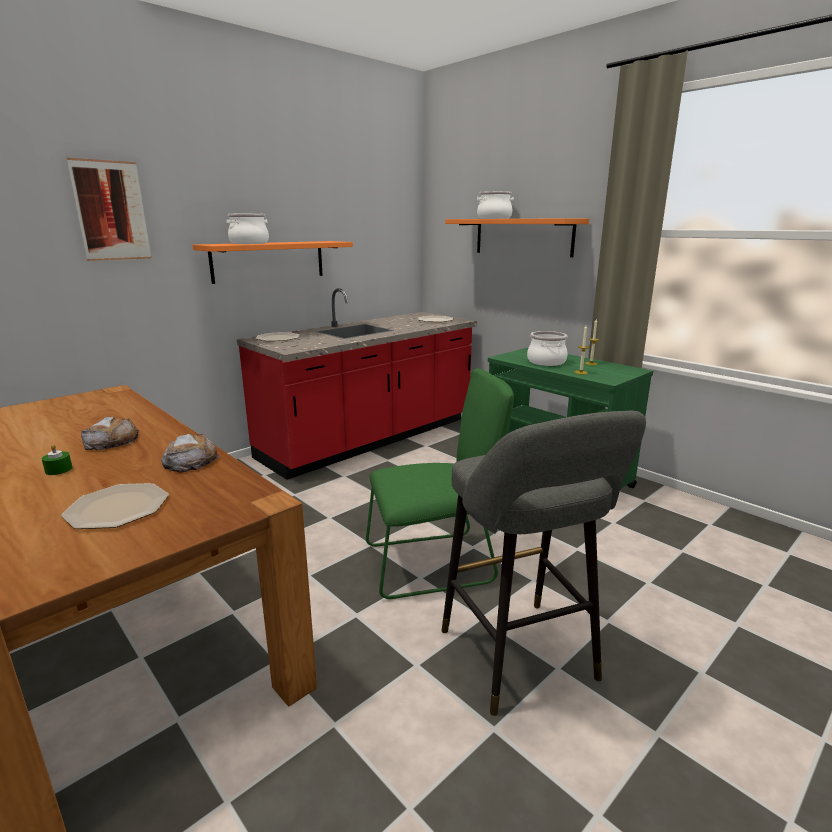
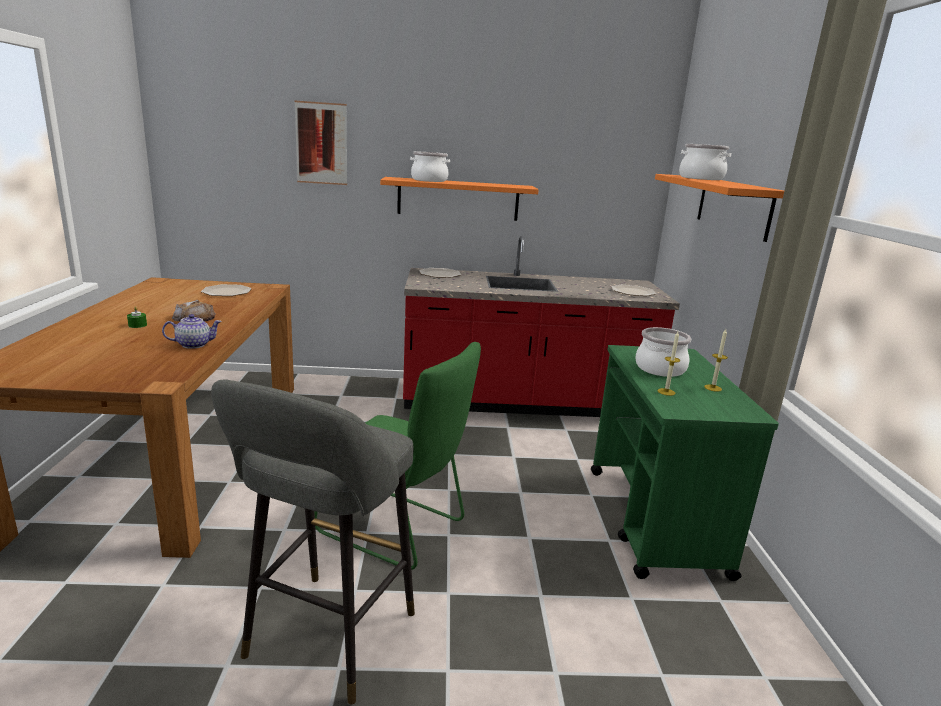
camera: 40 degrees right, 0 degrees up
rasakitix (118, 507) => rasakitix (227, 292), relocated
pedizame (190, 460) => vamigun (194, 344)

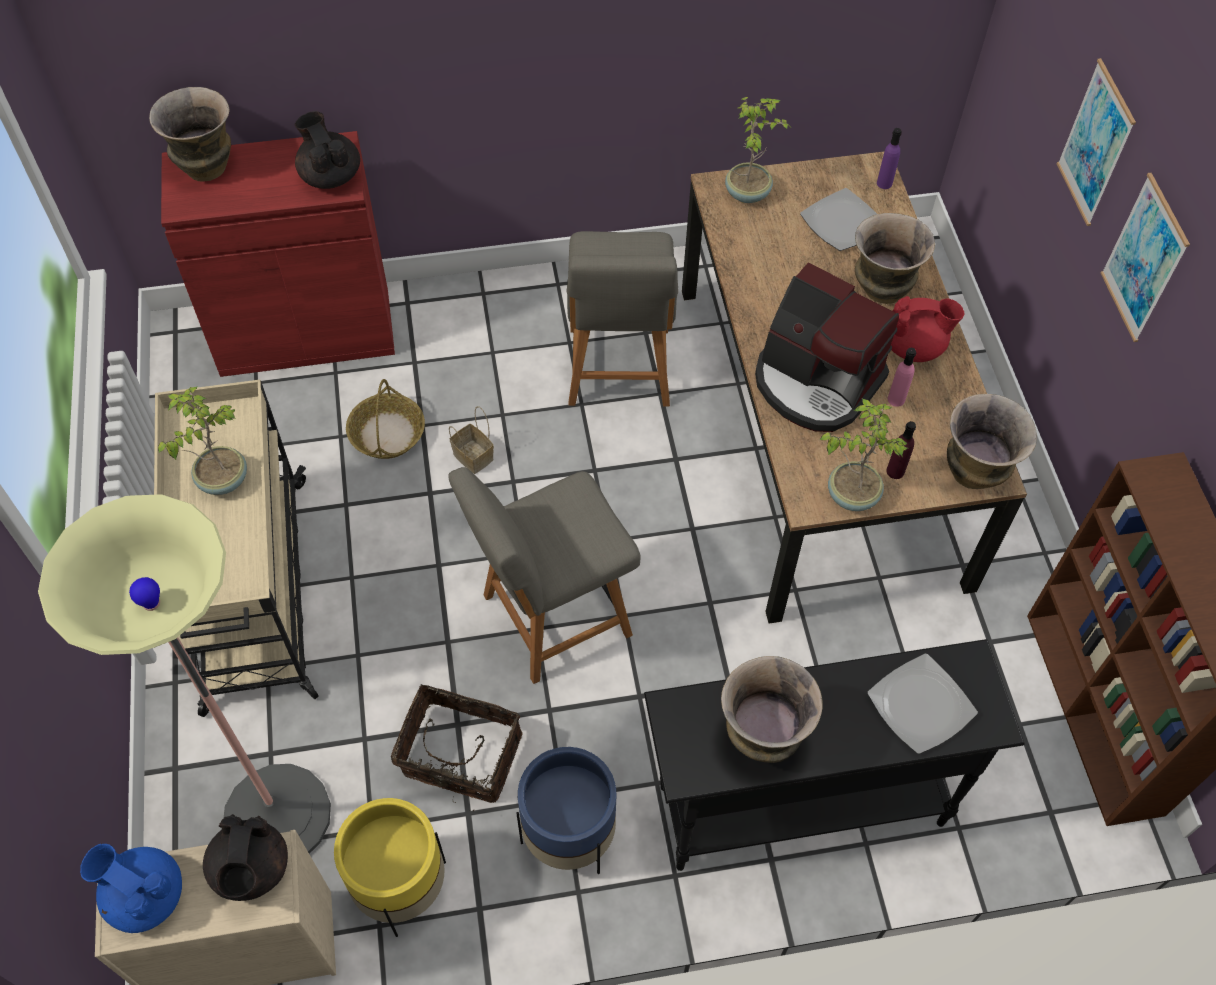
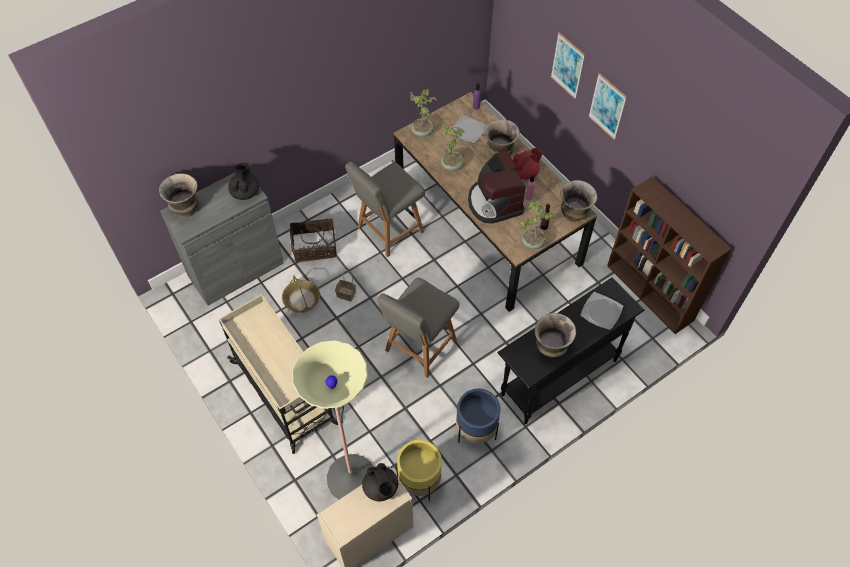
camera: 25 degrees left, 0 degrees up
vamigun (blue) (145, 896) => nothing
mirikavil (222, 479) => mirikavil (451, 166), relocated
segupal (461, 758) => segupal (315, 248), relocated
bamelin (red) (305, 332) => bamelin (grey) (236, 269)
vamigun (black) (330, 175) => vamigun (black) (245, 192), 60 degrees clockwise
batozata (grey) (619, 371) => batozata (grey) (388, 231), 75 degrees clockwise
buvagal (816, 382) => buvagal (494, 202), 60 degrees clockwise

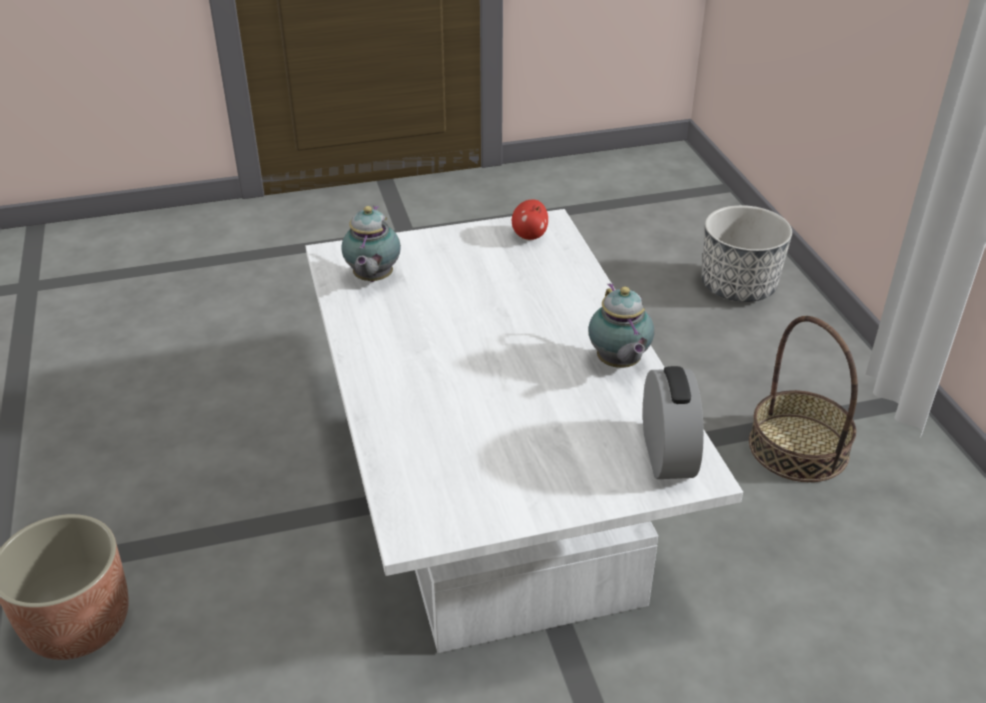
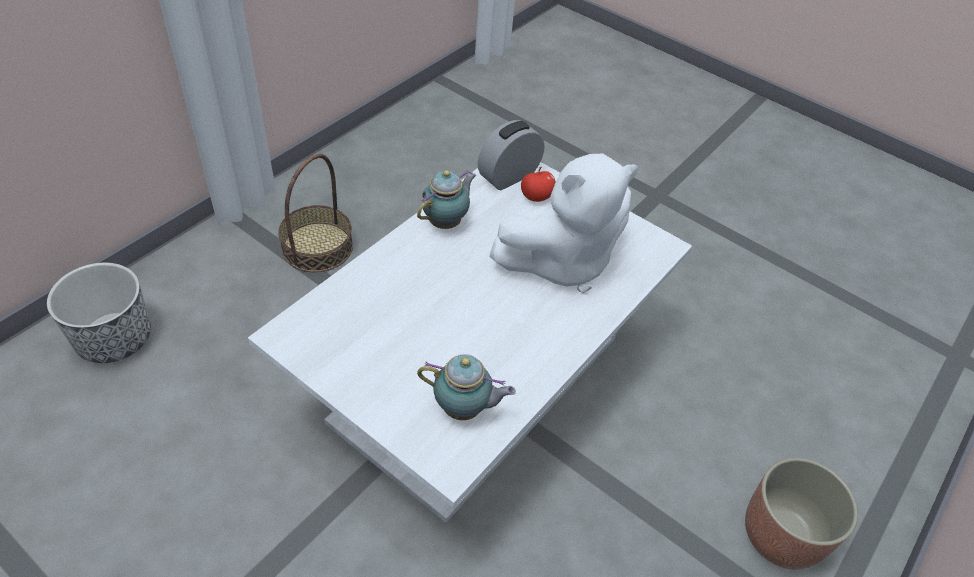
camera: 130 degrees left, 10 degrees up
nothing => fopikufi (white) (561, 261)
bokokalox (529, 236) => bokokalox (536, 197), relocated
vamigun (372, 279) => vamigun (464, 409), 45 degrees clockwise

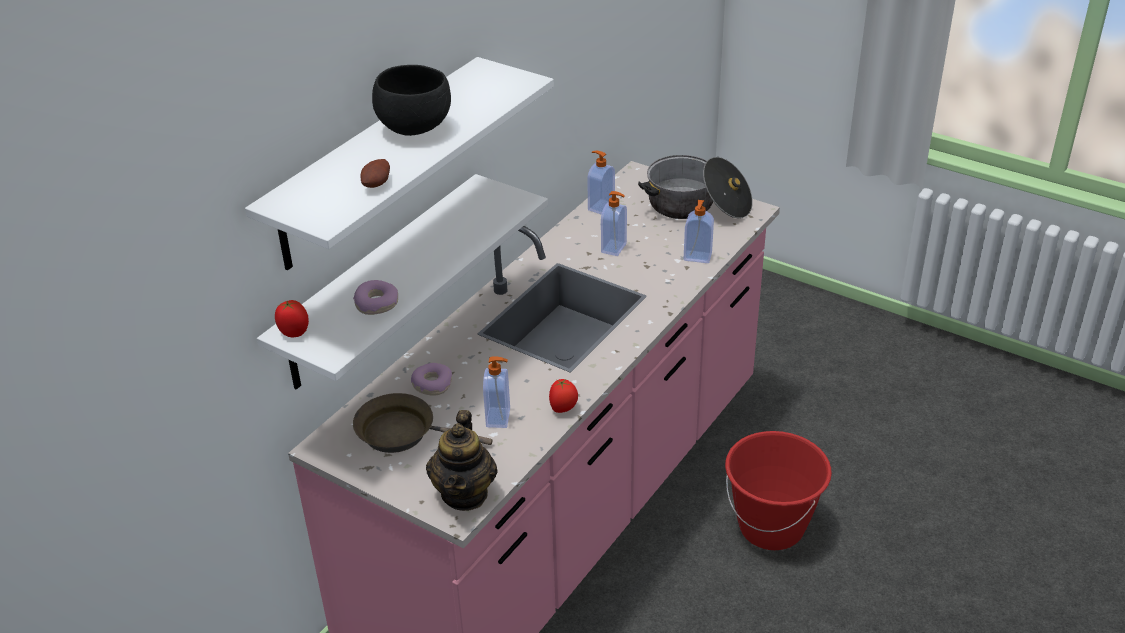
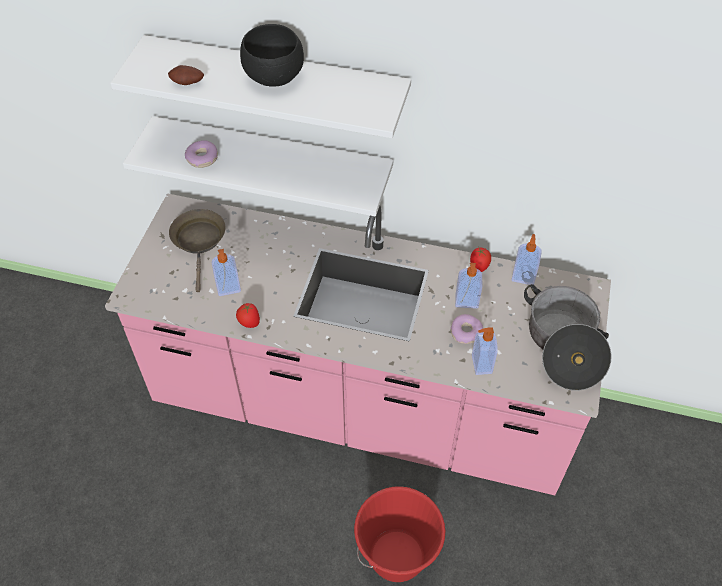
camera: 70 degrees right, 15 degrees up
vamigun (465, 494) => nothing
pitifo (294, 333) => pitifo (479, 267), relocated
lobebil (432, 384) => lobebil (466, 332), relocated

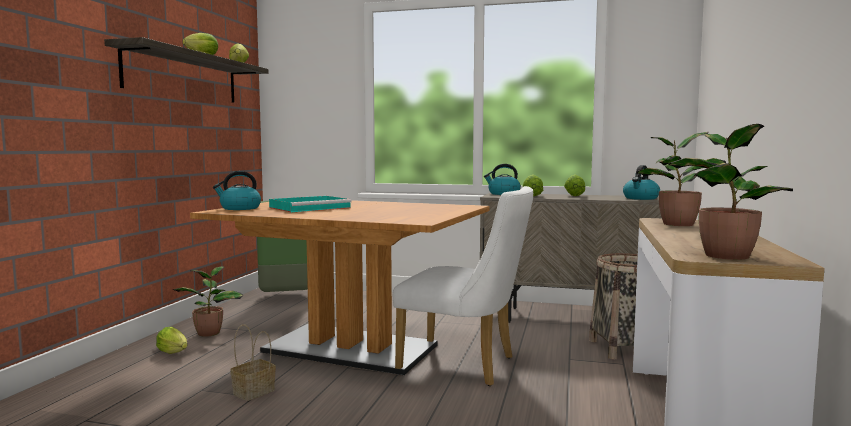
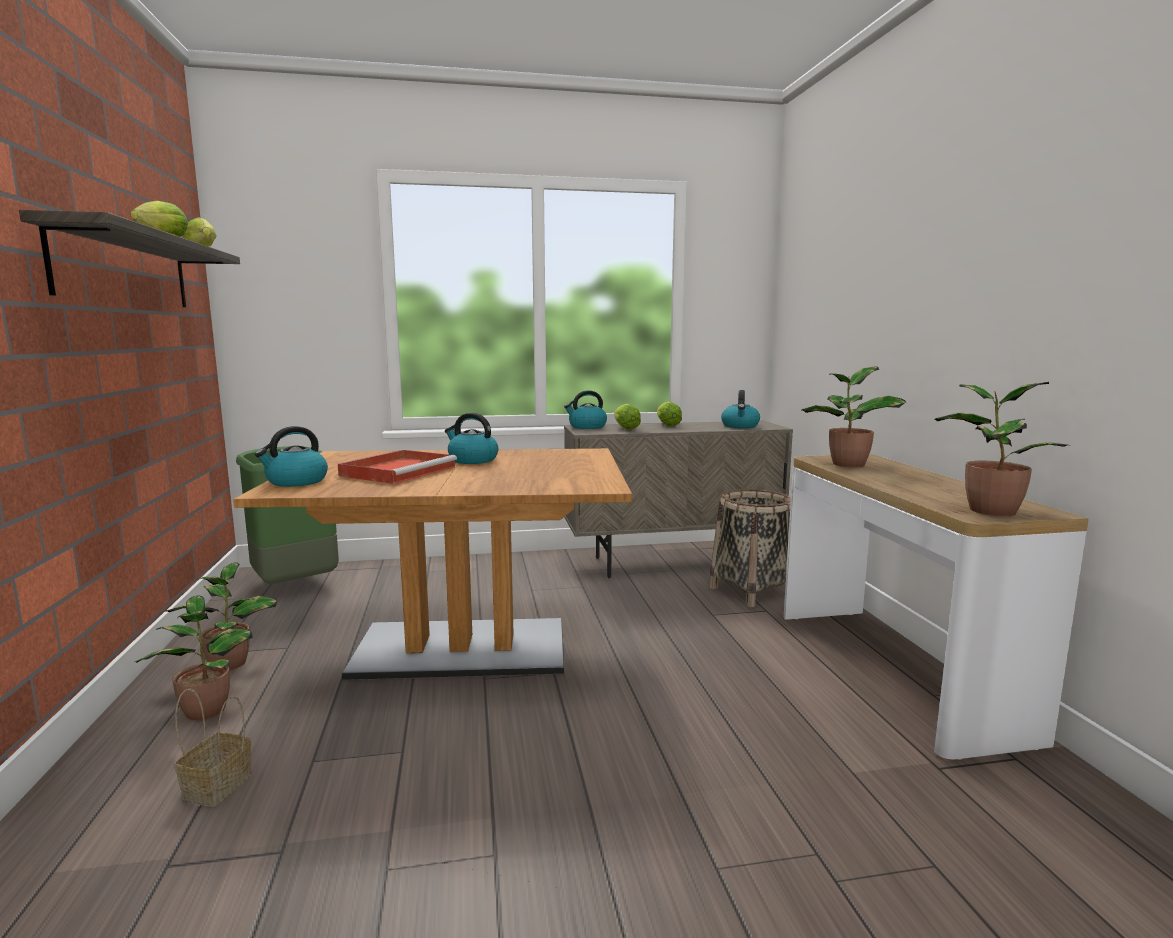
camera: 25 degrees left, 5 degrees up
batozata (white) (465, 366) => nothing
nothing => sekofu (472, 460)
segupal (253, 392) => segupal (217, 788), relocated
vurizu (174, 353) => mirikavil (205, 709)
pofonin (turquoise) (311, 207) => pofonin (red) (400, 471)

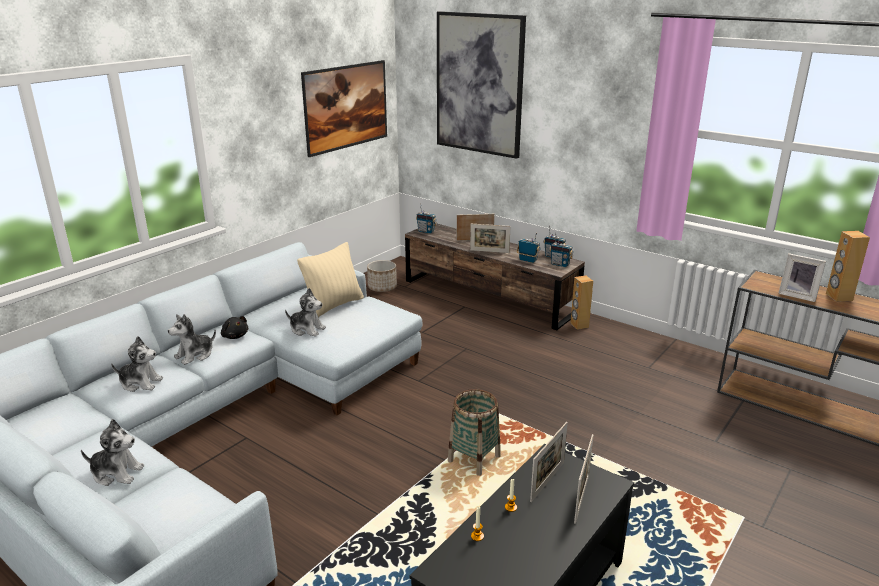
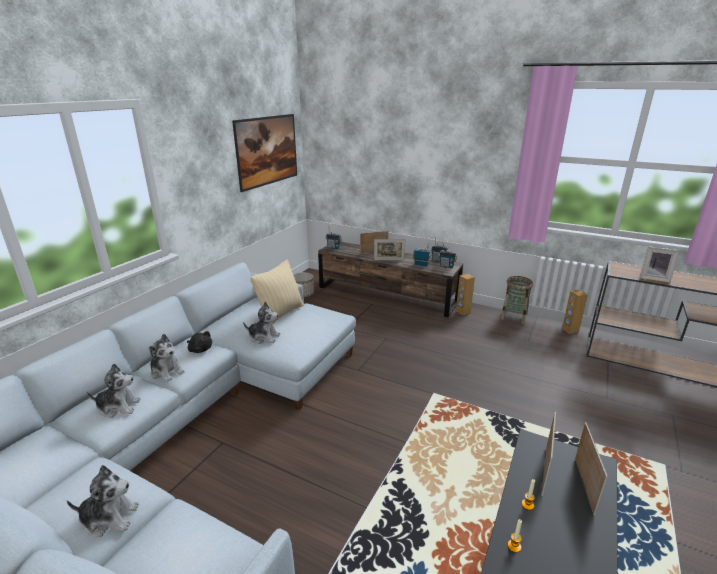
camera: 10 degrees left, 0 degrees up
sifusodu (479, 84) => nothing
segupal (474, 459) => segupal (514, 316), relocated
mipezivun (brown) (838, 297) => mipezivun (brown) (570, 330), relocated
fopikufi (195, 355) => fopikufi (167, 372), 90 degrees counterclockwise

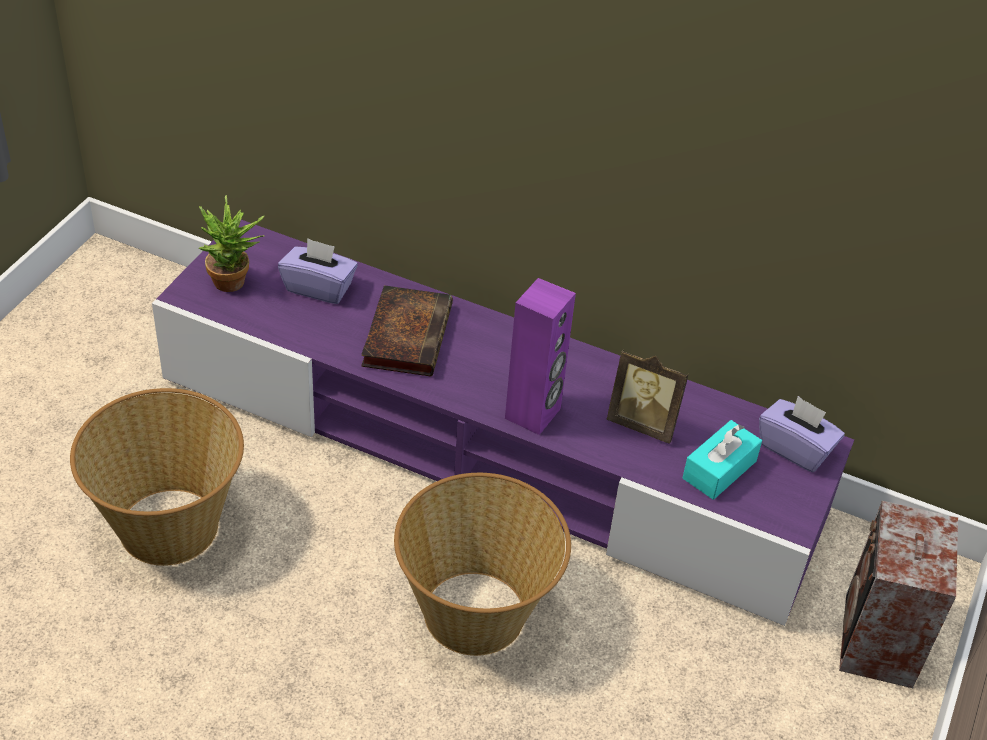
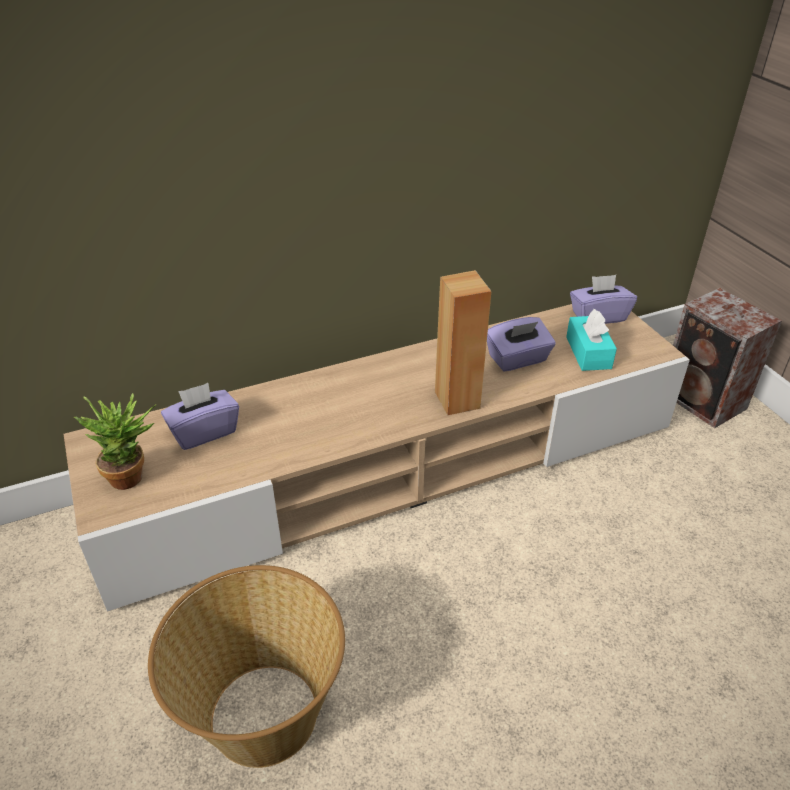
camera: 45 degrees left, 5 degrees down
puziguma (406, 334) => nothing
segupal (476, 613) => nothing
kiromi (643, 423) => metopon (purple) (518, 359)
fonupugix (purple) (488, 448) => fonupugix (beige) (396, 467)
mipezivun (purple) (533, 414) => mipezivun (brown) (457, 400)

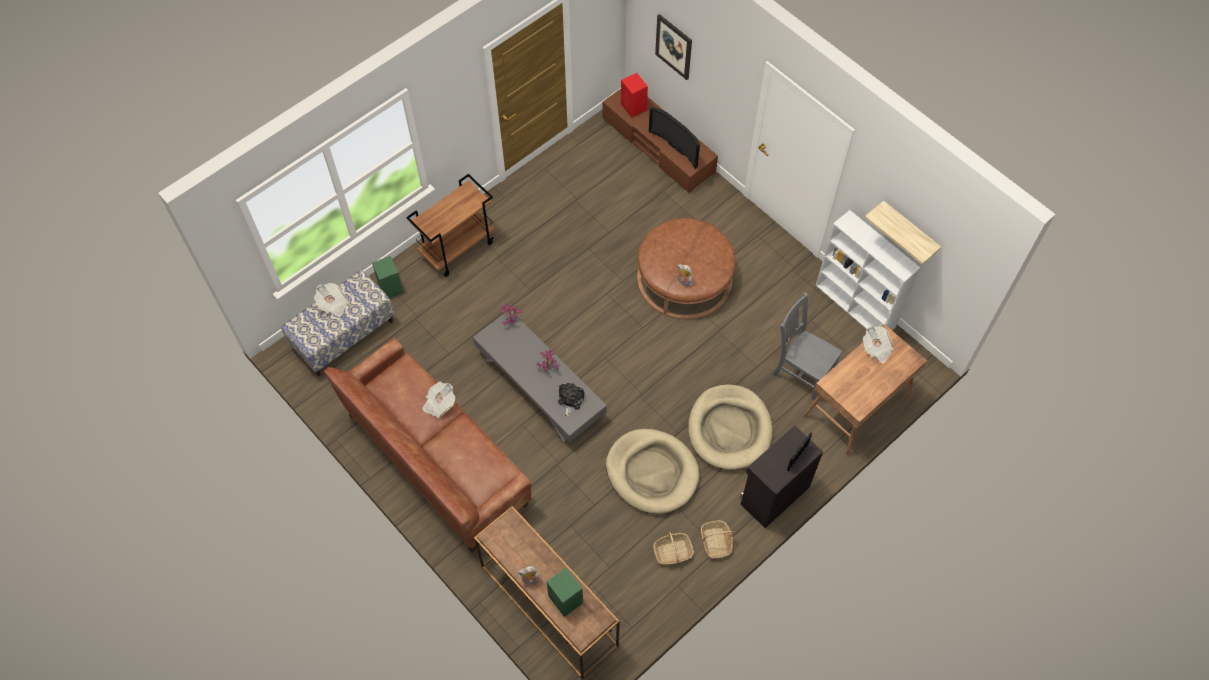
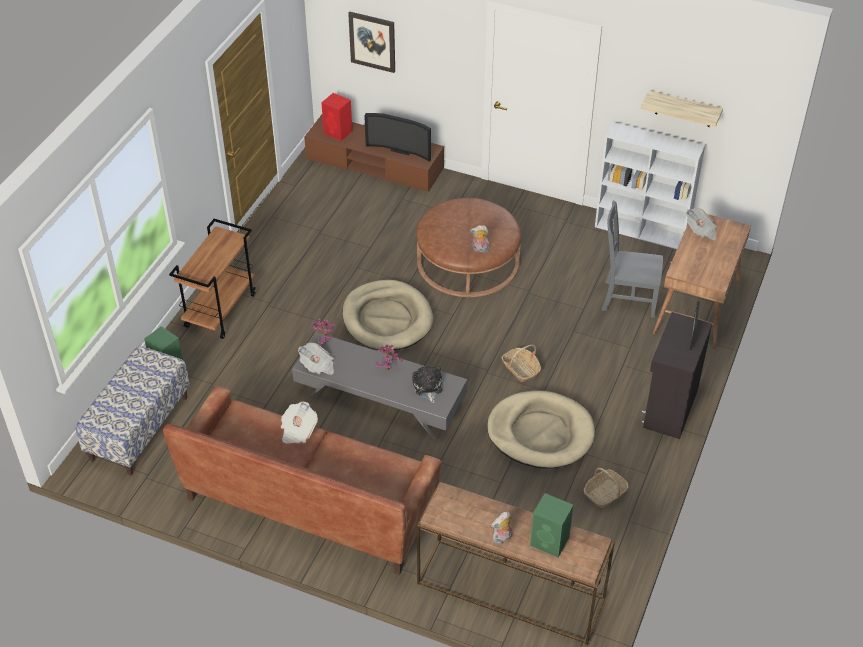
camera: 25 degrees left, 15 degrees down
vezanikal (333, 304) => vezanikal (317, 366), relocated
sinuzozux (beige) (729, 429) => sinuzozux (beige) (387, 319), relocated
segupal (716, 542) => segupal (521, 369), relocated

